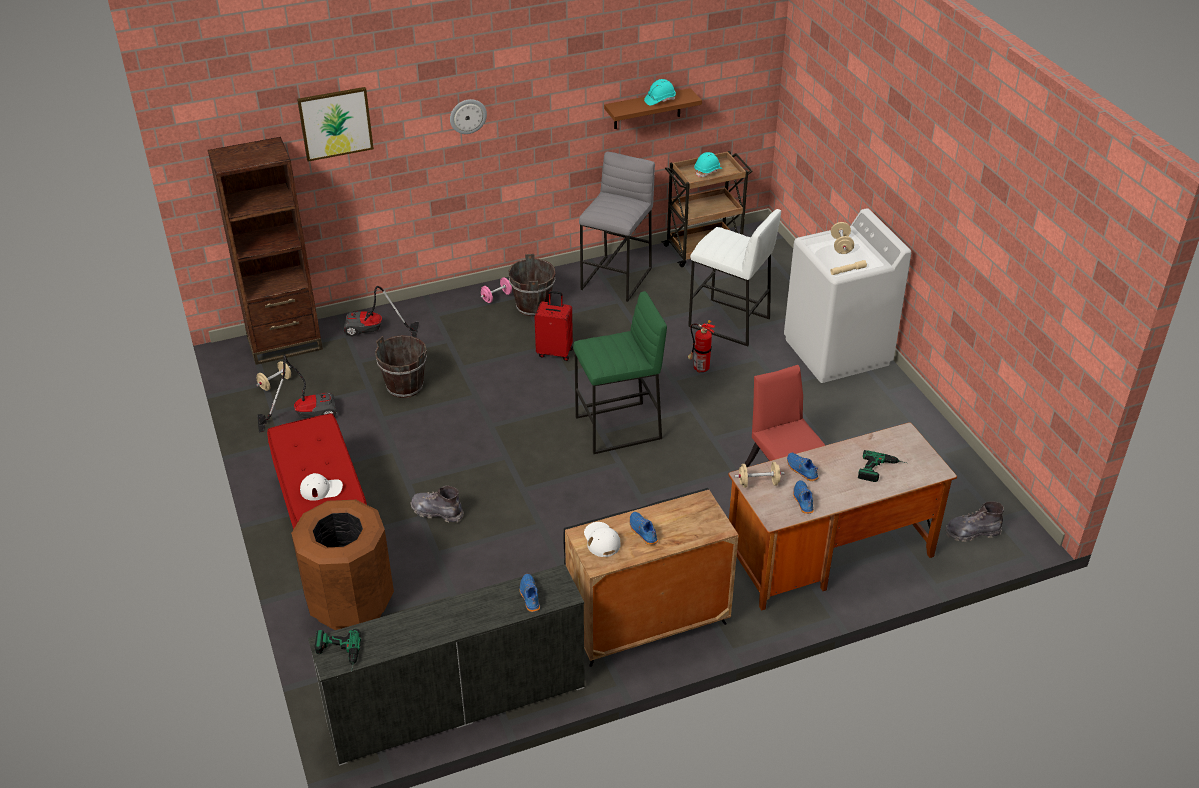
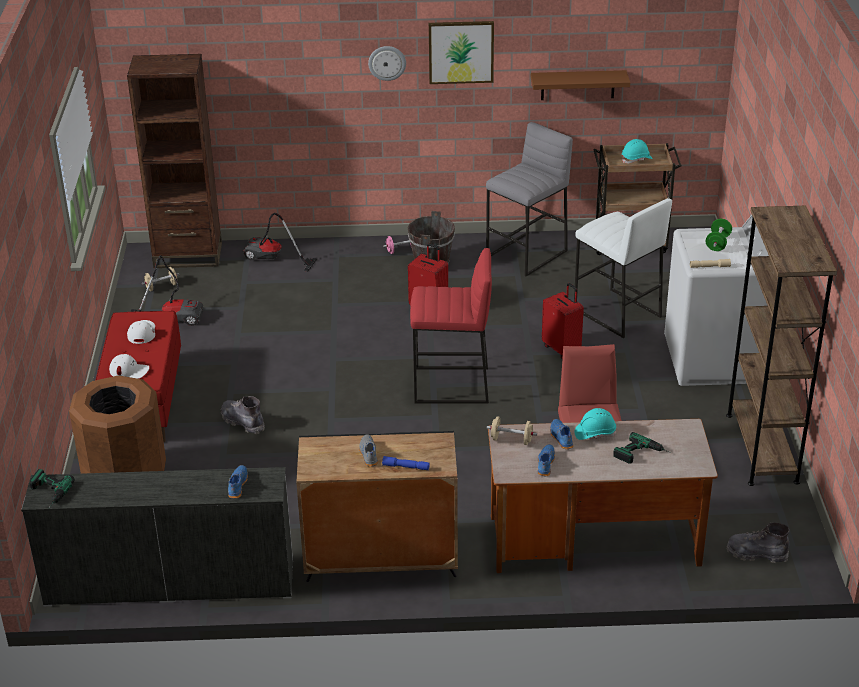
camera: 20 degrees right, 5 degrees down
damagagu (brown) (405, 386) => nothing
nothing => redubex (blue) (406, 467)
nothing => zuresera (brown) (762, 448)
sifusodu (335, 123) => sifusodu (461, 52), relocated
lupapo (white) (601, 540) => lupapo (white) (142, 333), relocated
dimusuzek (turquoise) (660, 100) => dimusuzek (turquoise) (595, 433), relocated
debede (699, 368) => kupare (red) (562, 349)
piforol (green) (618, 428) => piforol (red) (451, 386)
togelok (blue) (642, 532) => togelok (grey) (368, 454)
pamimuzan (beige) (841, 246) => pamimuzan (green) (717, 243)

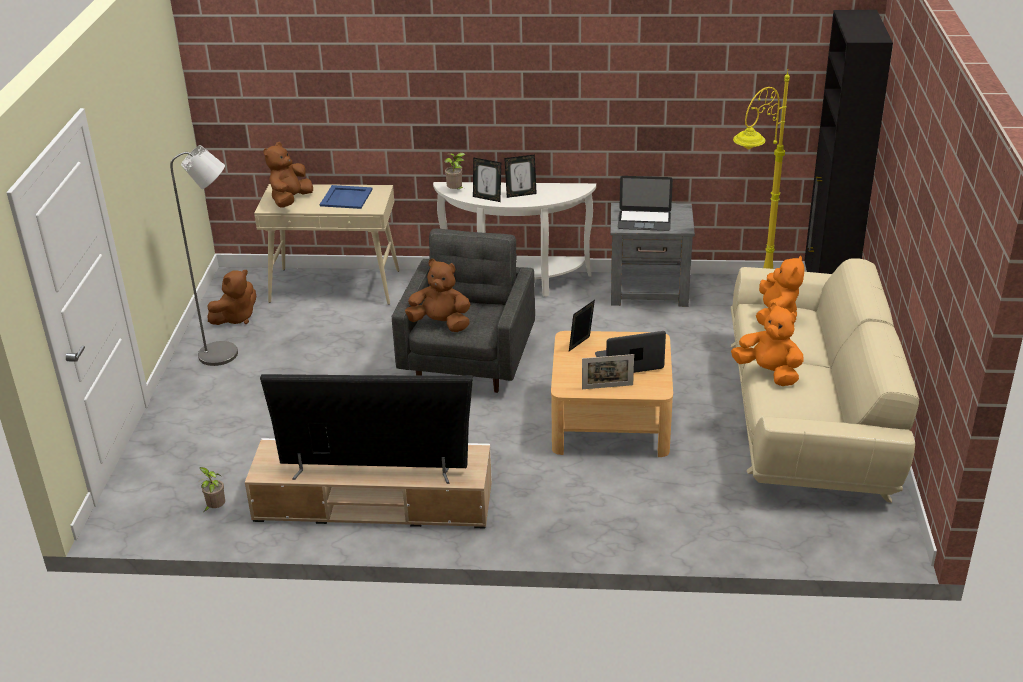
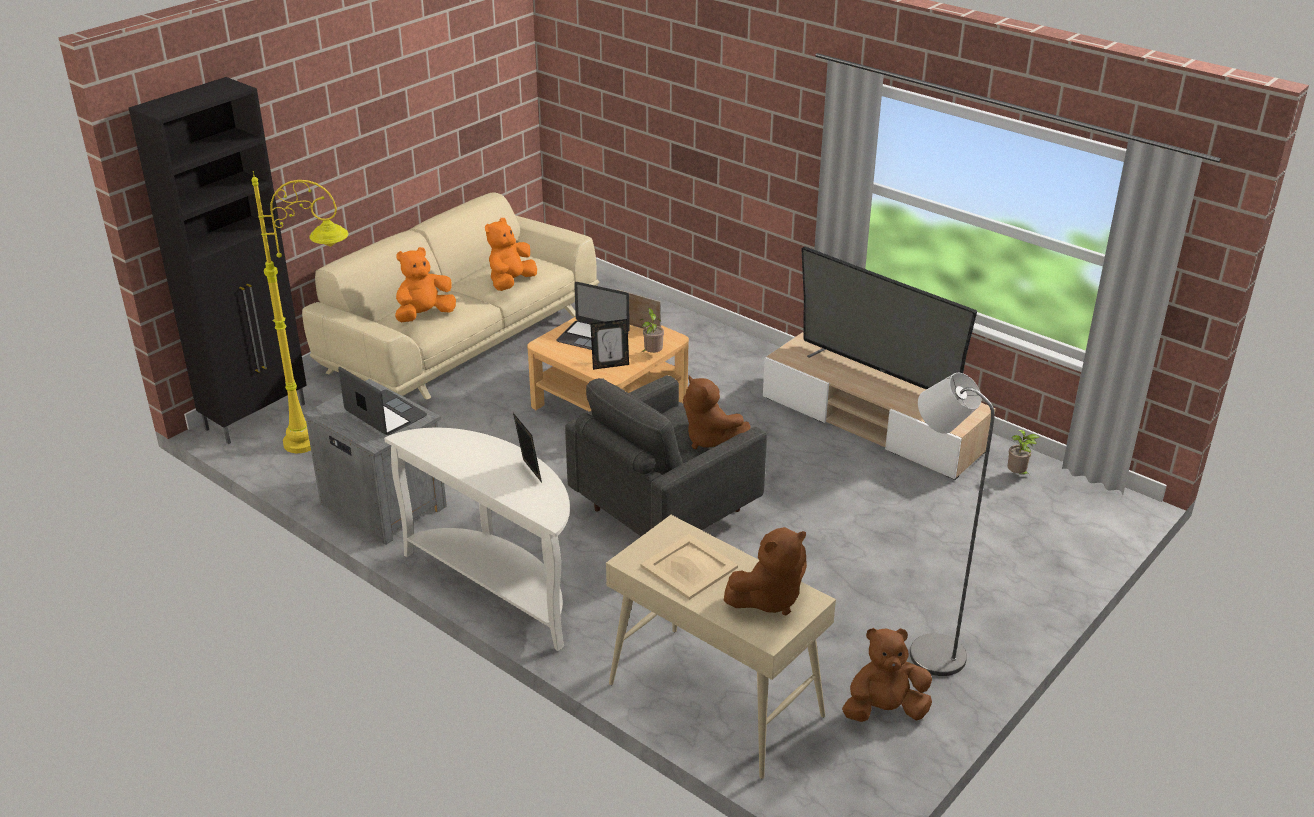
camera: 145 degrees left, 0 degrees up
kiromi (521, 194) => nothing
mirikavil (456, 191) => mirikavil (652, 354), relocated
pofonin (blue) (346, 198) => pofonin (beige) (689, 566)
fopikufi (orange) (768, 373) => fopikufi (orange) (511, 283), 45 degrees clockwise

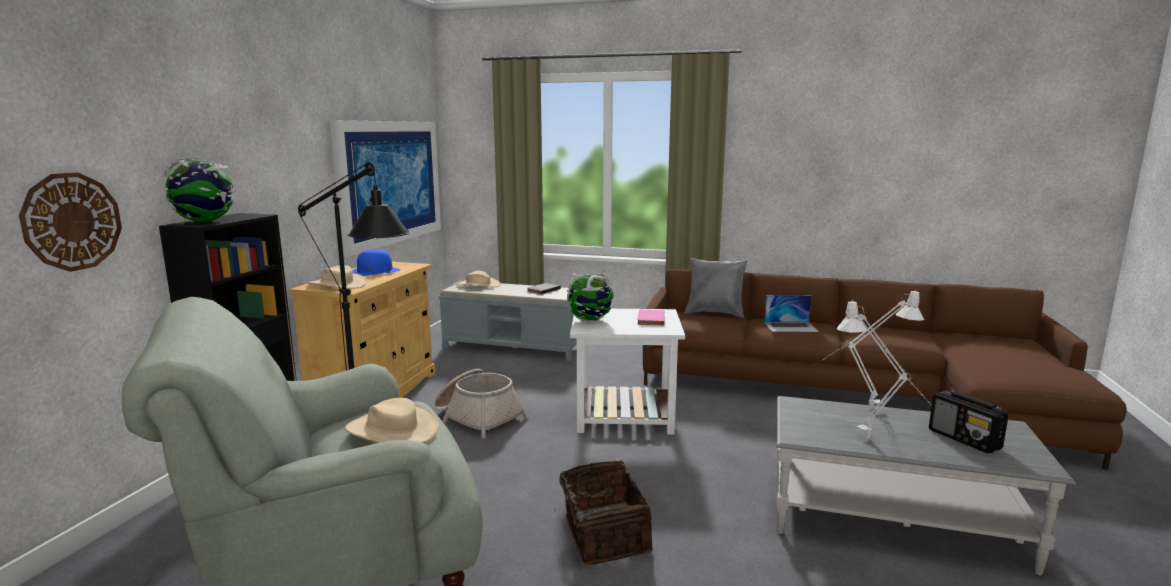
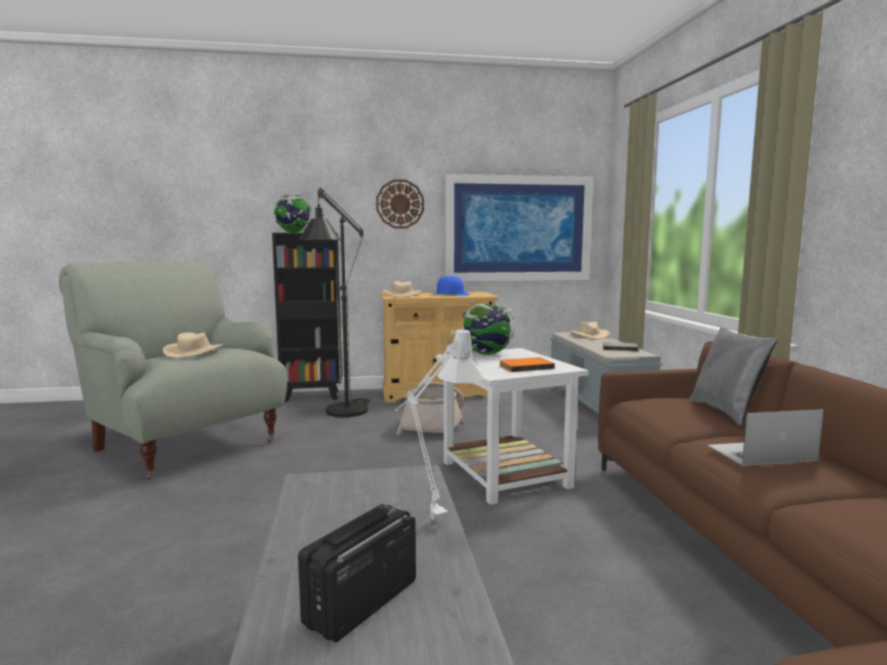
camera: 65 degrees right, 5 degrees down
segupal (603, 535) => nothing
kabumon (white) (874, 442) => nothing
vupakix (72, 221) => vupakix (400, 204), relocated
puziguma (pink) (649, 319) => puziguma (orange) (525, 366)
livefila (791, 327) => livefila (760, 453), 105 degrees clockwise

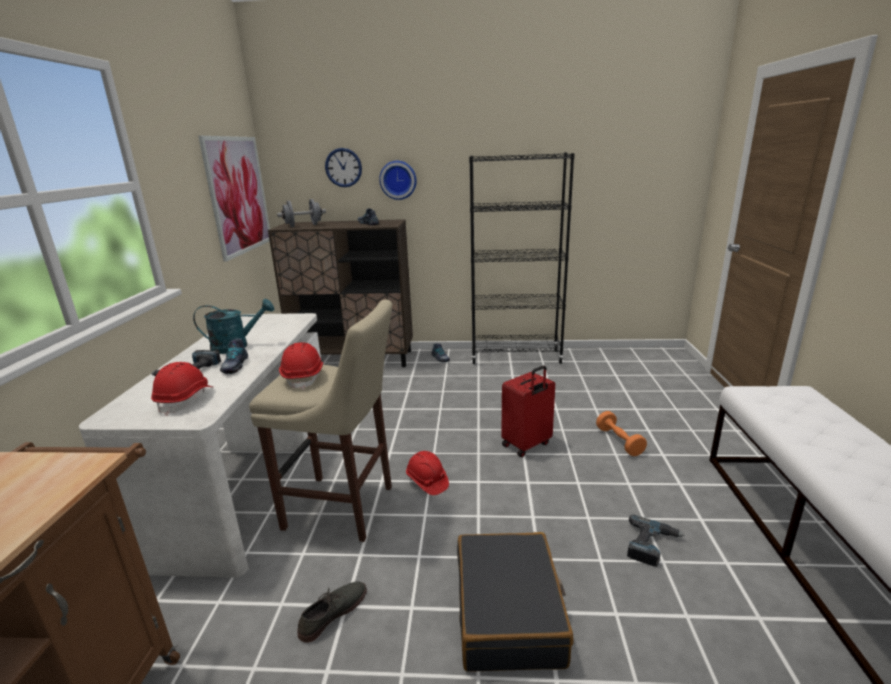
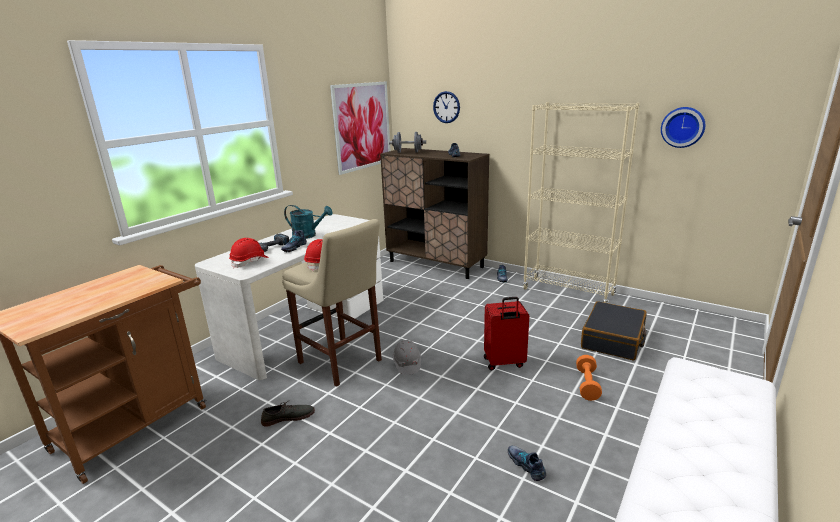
camera: 30 degrees right, 0 degrees up
vupakix (398, 180) => vupakix (683, 127), relocated
kupare (black) (509, 612) => kupare (black) (613, 339), relocated
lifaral (652, 545) => togelok (526, 465)
dimusuzek (red) (427, 481) => dimusuzek (grey) (407, 364)
zuresera (black) (516, 357) => zuresera (beige) (568, 292)

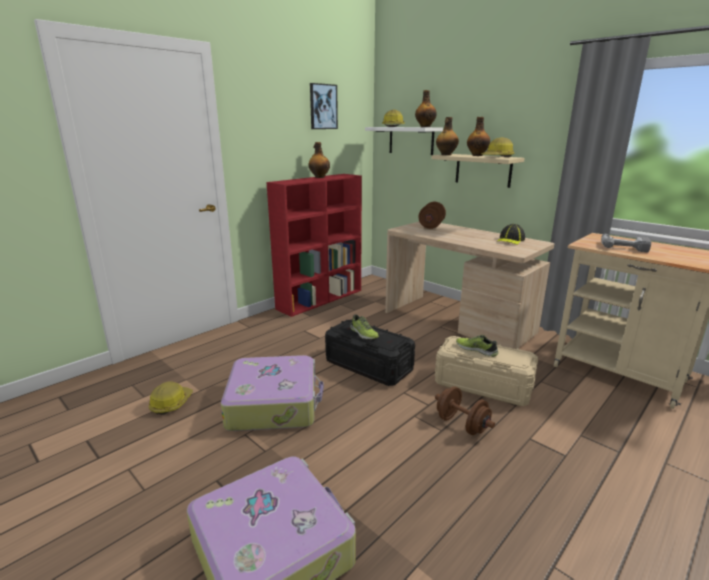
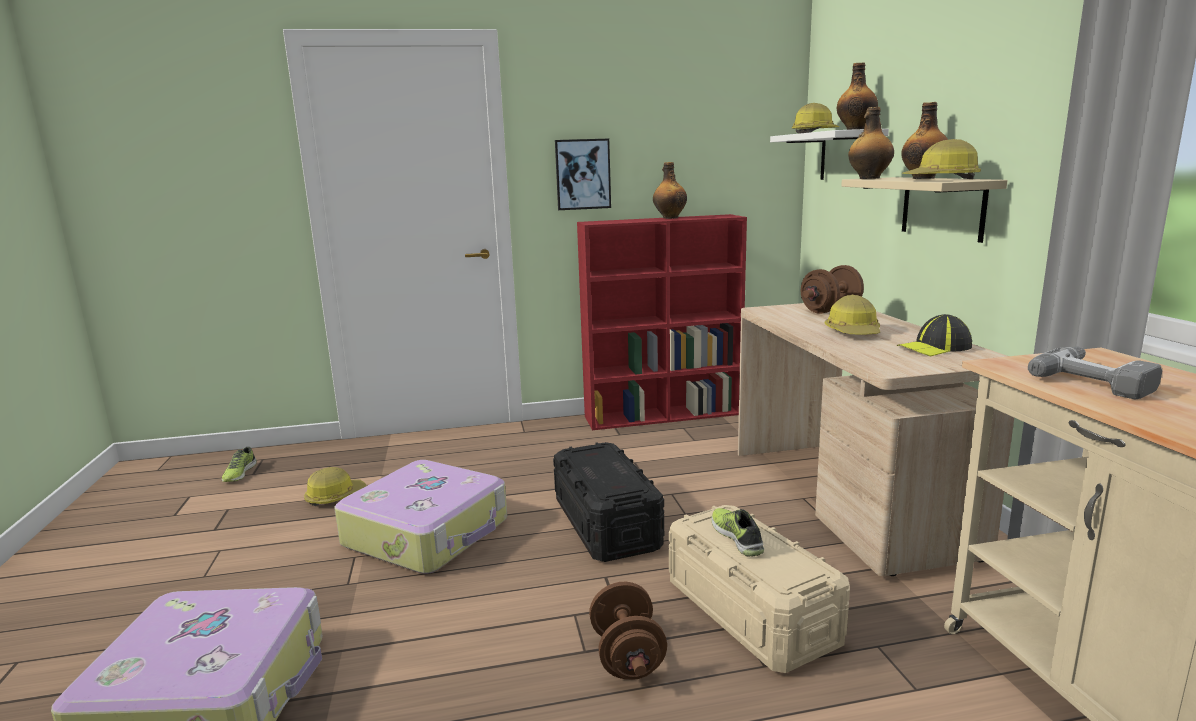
camera: 35 degrees right, 5 degrees down
nothing => dimusuzek (854, 332)
sifusodu (323, 106) => sifusodu (582, 174), relocated
togelok (363, 333) => togelok (239, 473), relocated

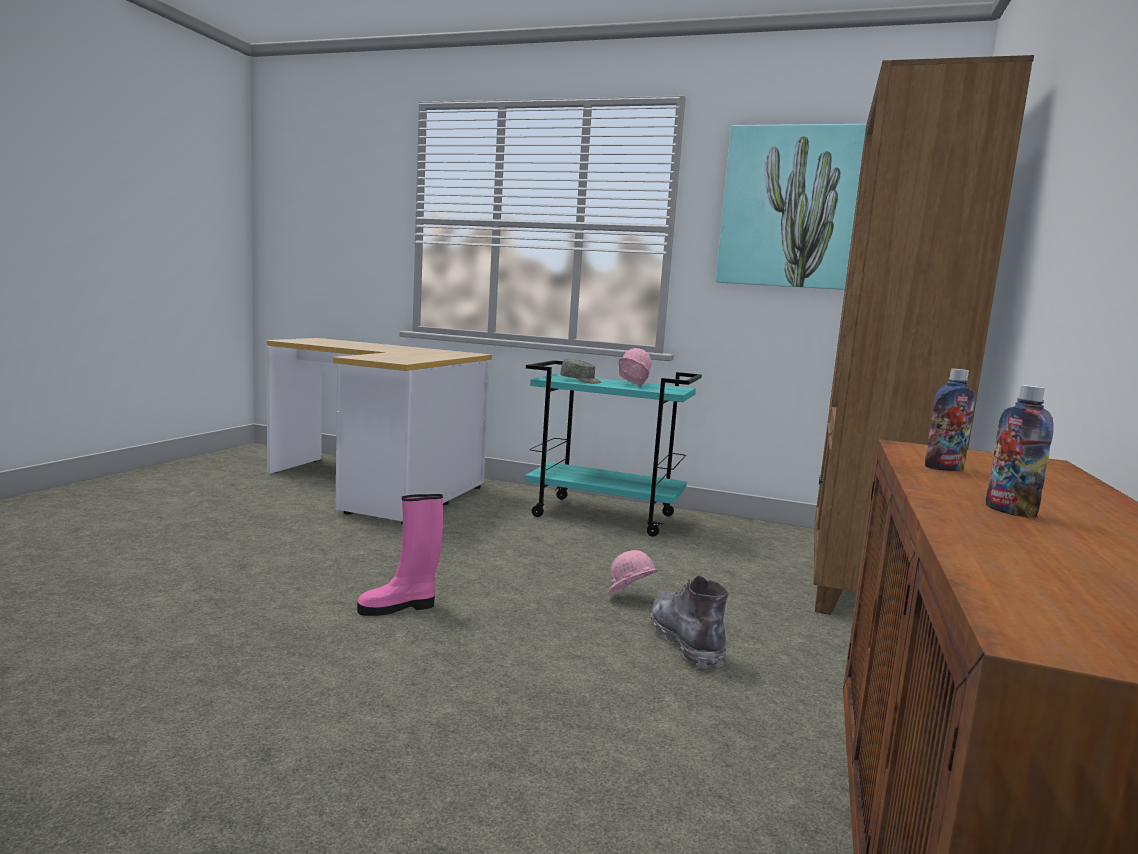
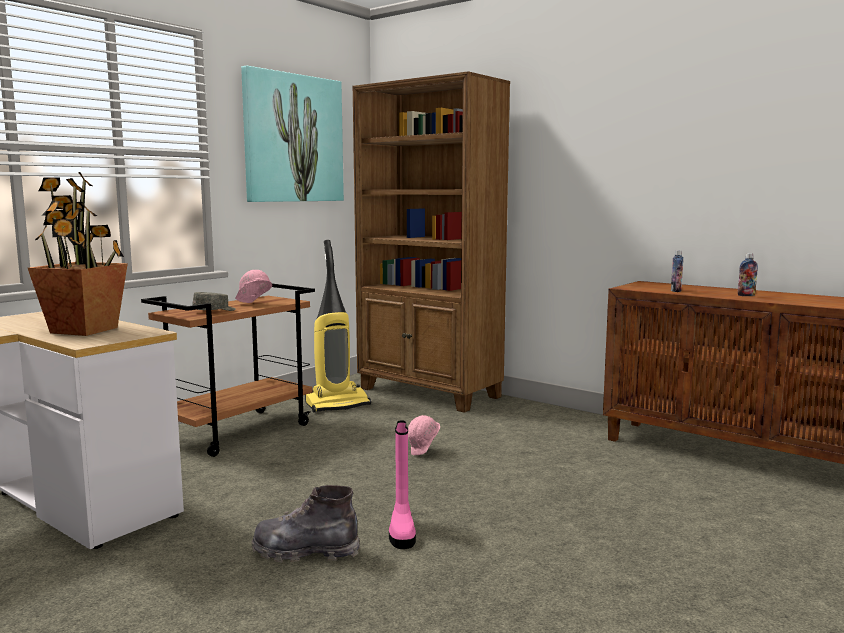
camera: 70 degrees left, 0 degrees up
nothing => mirikavil (84, 330)
nothing => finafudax (337, 404)
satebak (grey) (685, 642) => satebak (grey) (305, 552), relocated
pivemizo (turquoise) (605, 516) => pivemizo (brown) (239, 431)

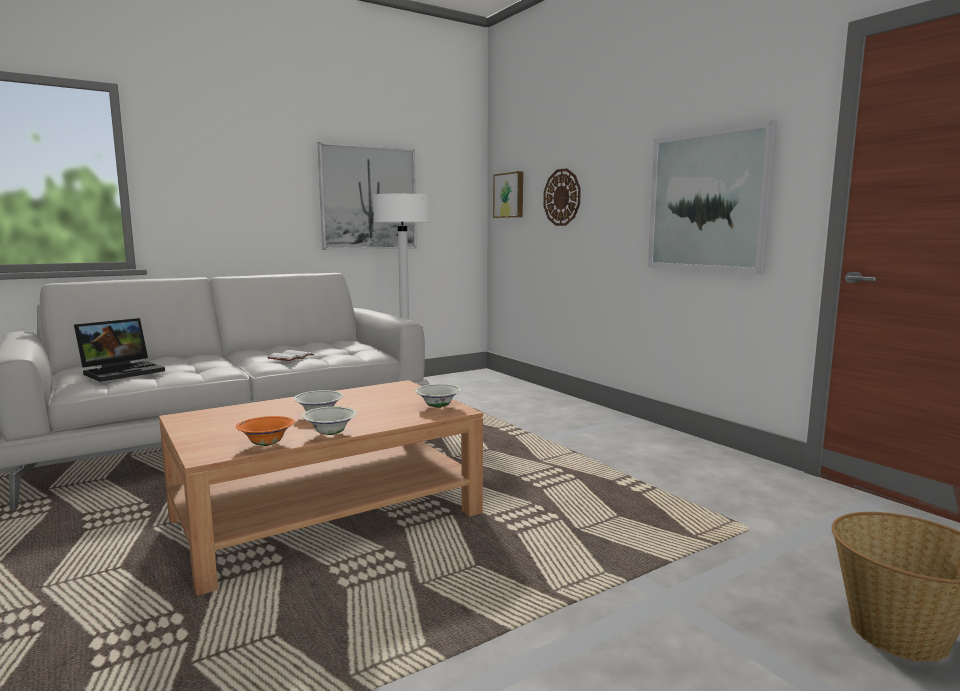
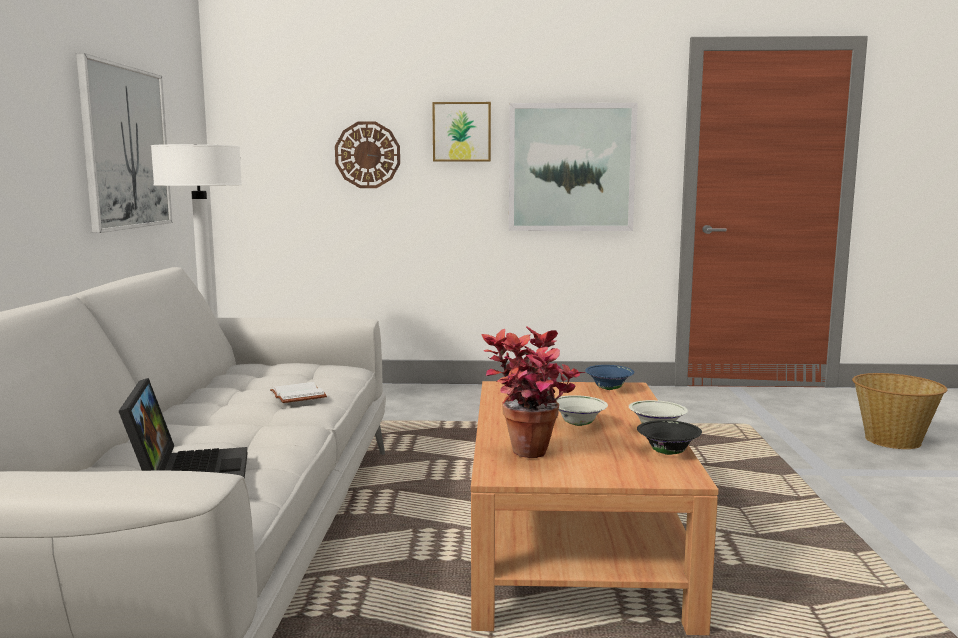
camera: 55 degrees left, 0 degrees up
nothing => mirikavil (529, 458)
sifusodu (509, 195) => sifusodu (462, 132), relocated
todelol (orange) (266, 444) => todelol (black) (668, 453)
todelol (white) (438, 407) => todelol (blue) (609, 389)

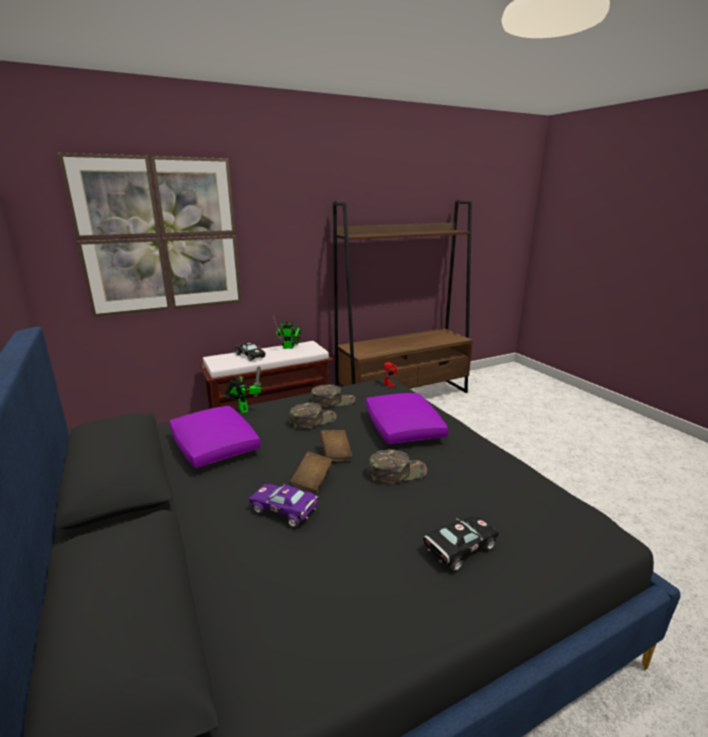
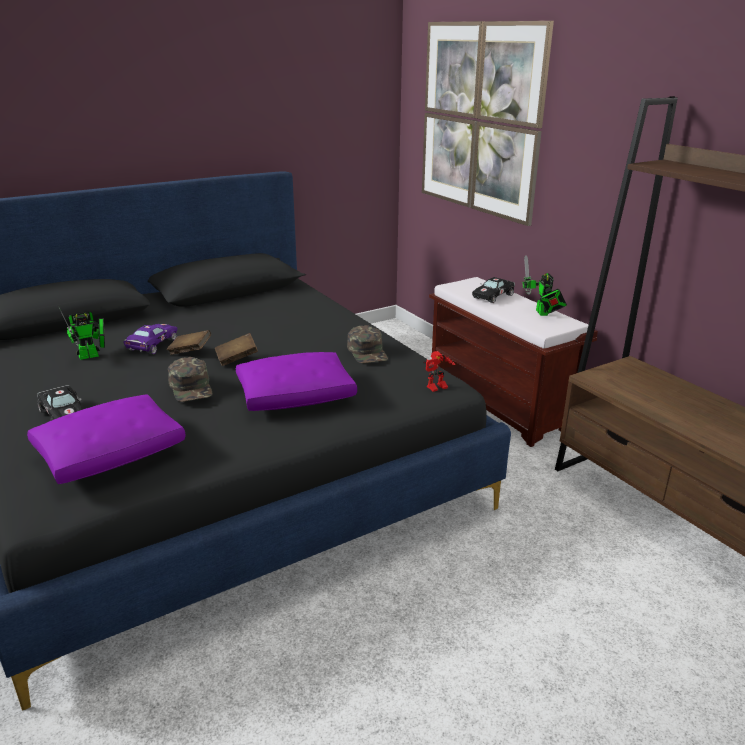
camera: 85 degrees right, 5 degrees up
lupapo (green) (312, 420) => nothing
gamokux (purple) (214, 446) => gamokux (purple) (111, 452), relocated
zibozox (243, 408) => zibozox (92, 355), relocated

